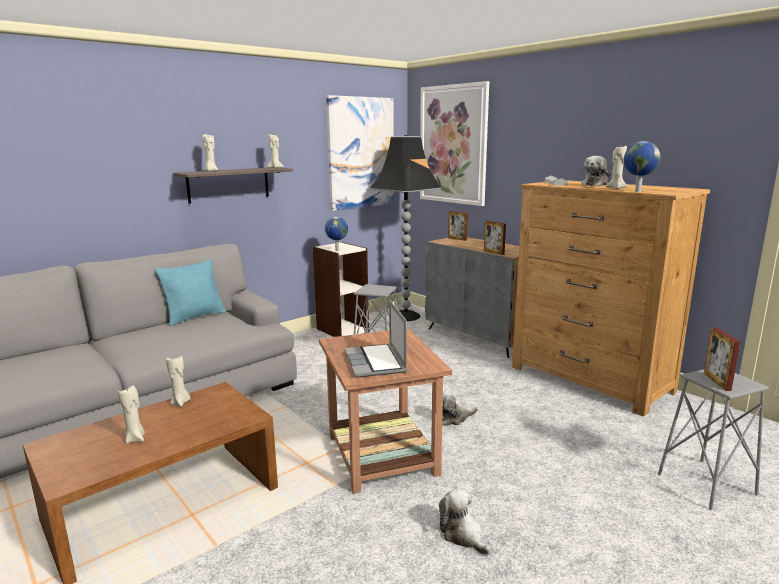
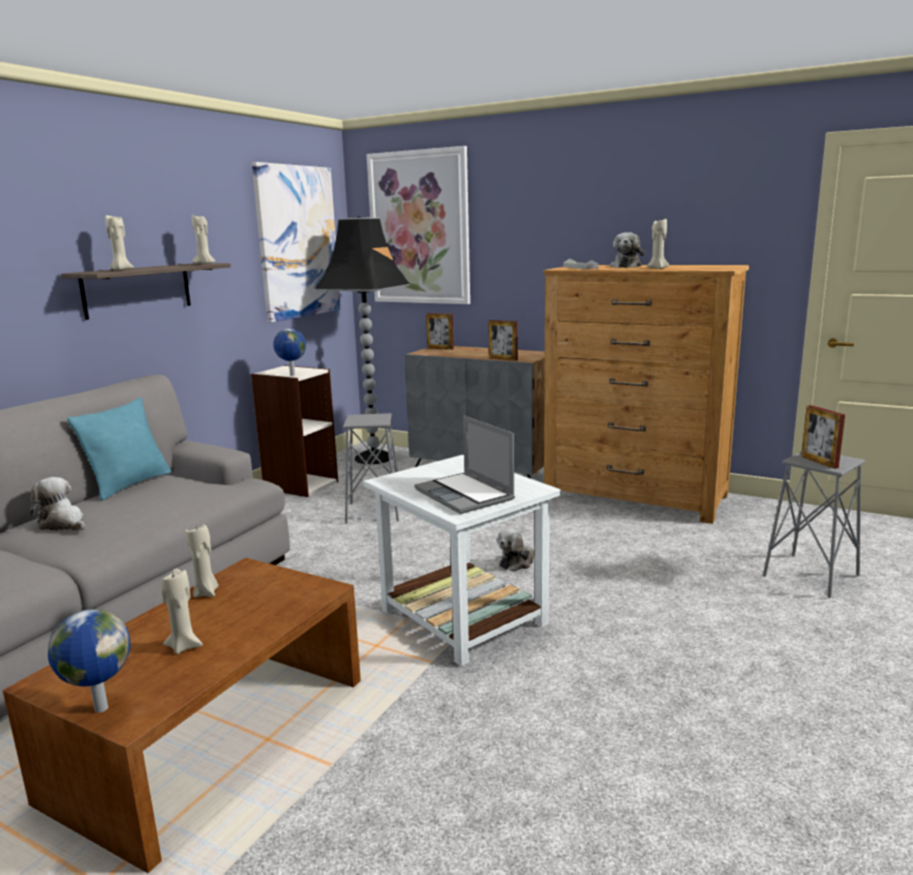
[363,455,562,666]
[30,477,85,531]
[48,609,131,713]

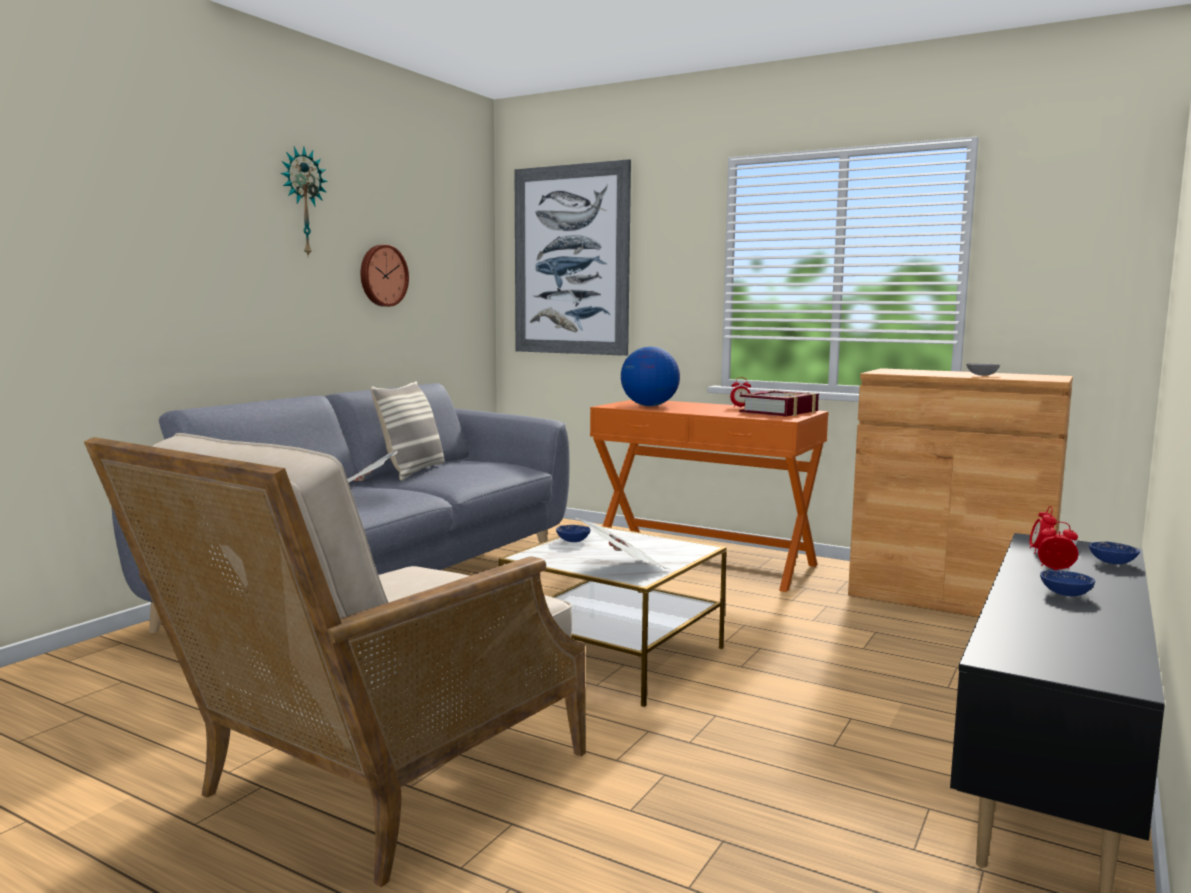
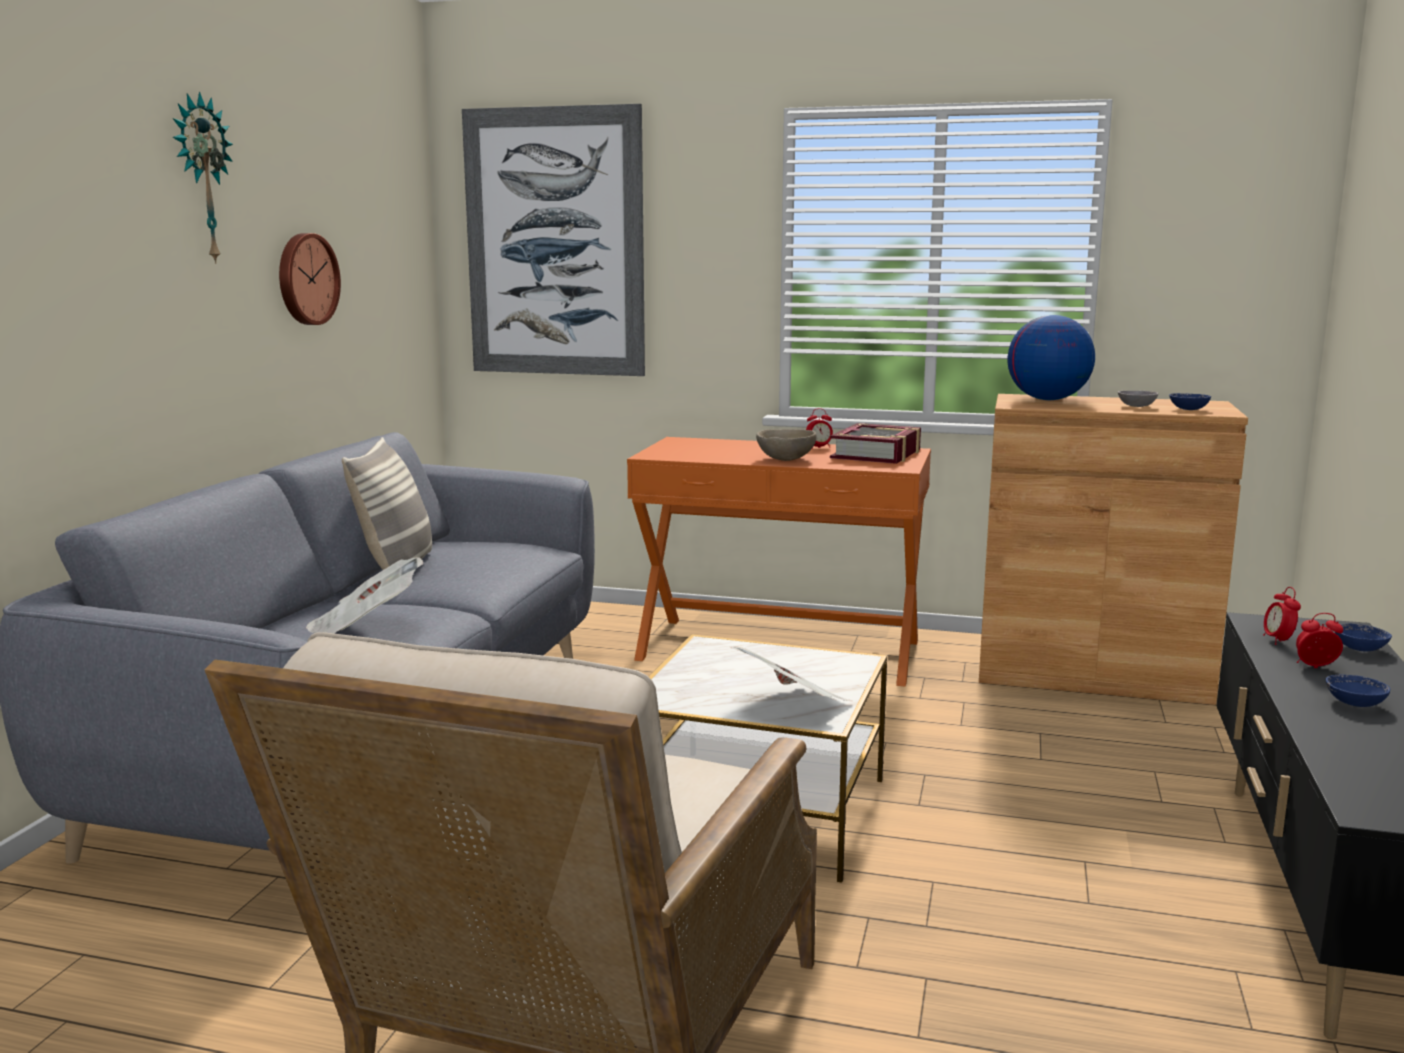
[1169,393,1211,410]
[1008,315,1095,400]
[756,429,817,461]

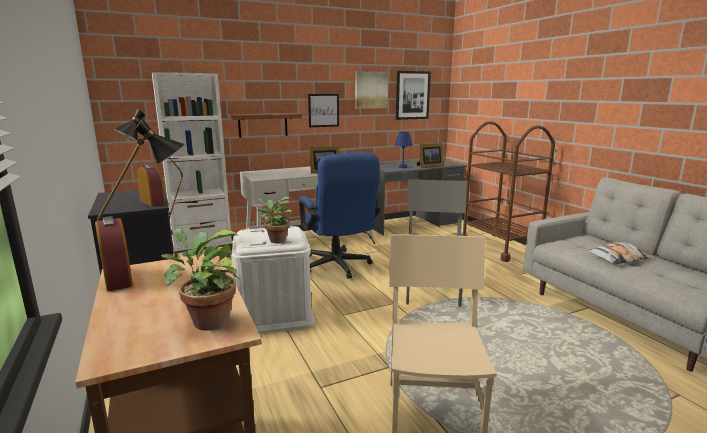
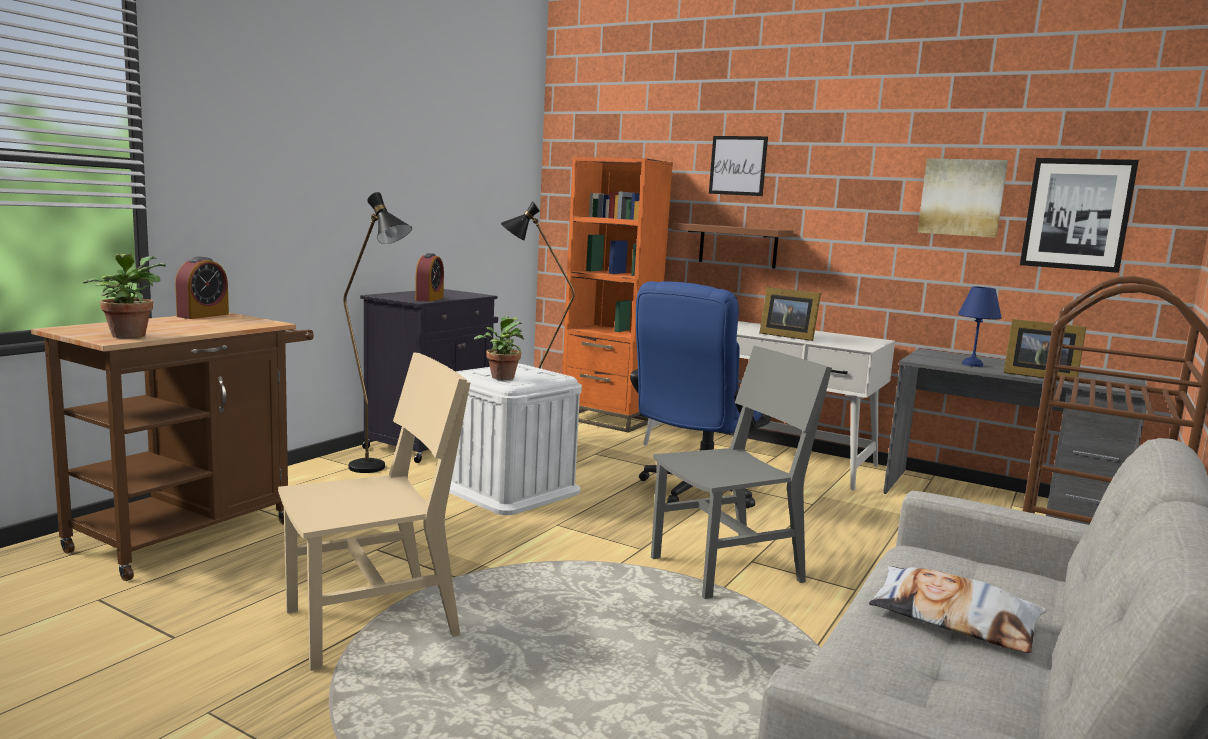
[562,157,673,433]
[709,136,768,196]

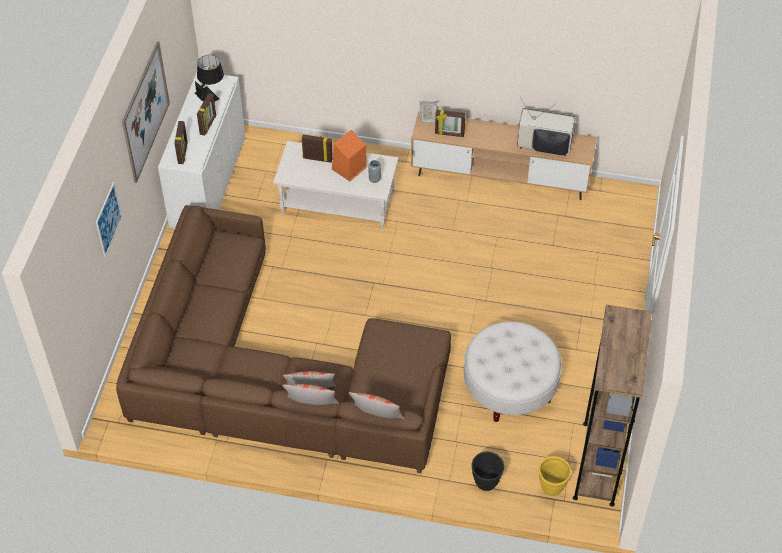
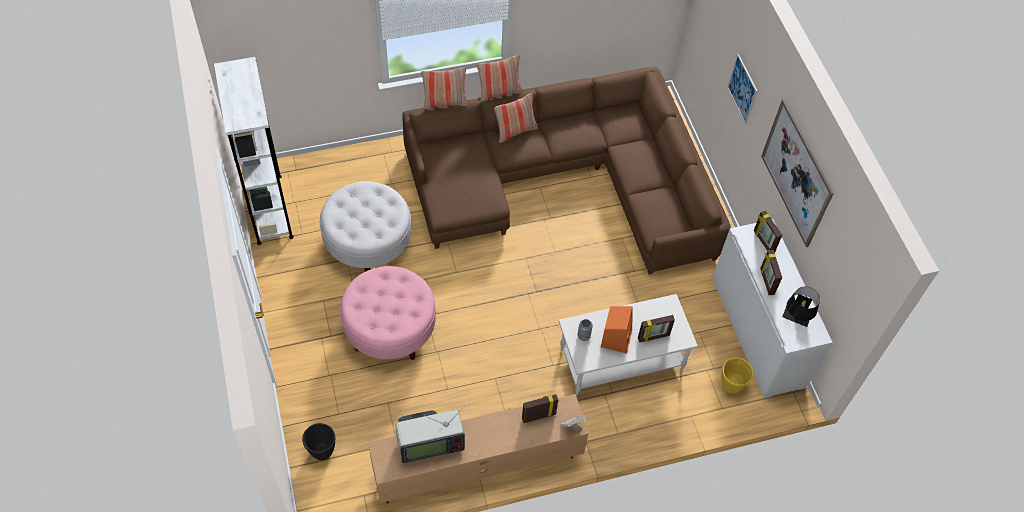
[302,423,335,460]
[721,357,753,393]
[214,57,294,245]
[340,266,436,360]

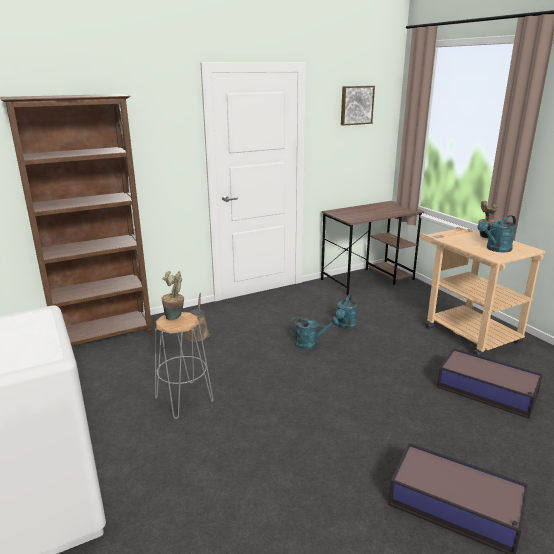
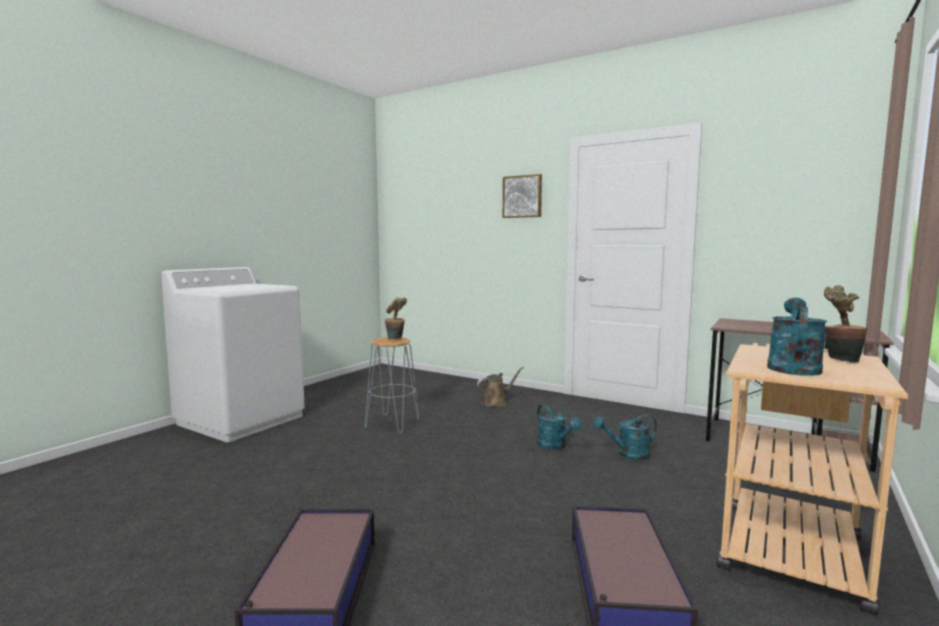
[0,94,153,346] (first image)
[503,174,542,218]
[767,298,827,376]

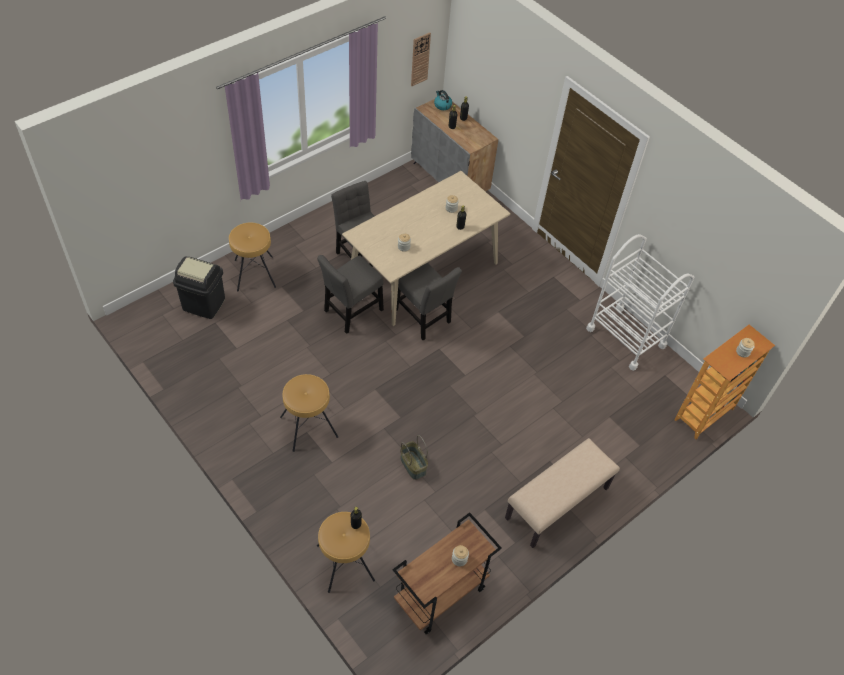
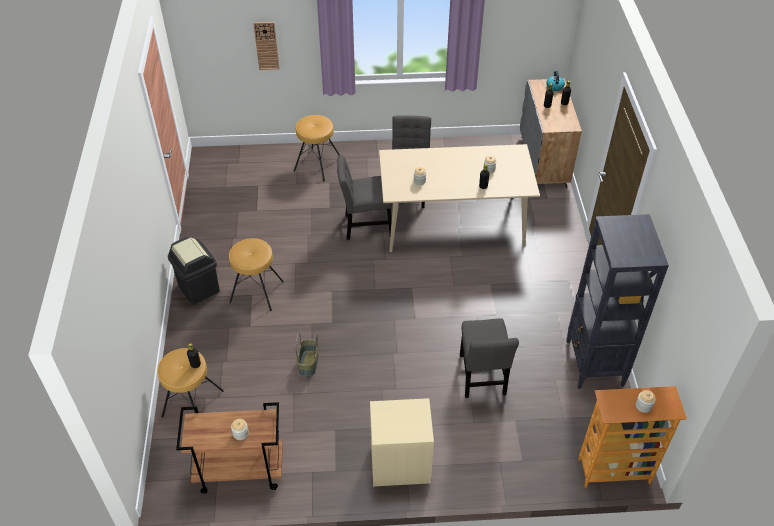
[168,236,220,305]
[460,318,519,398]
[253,22,279,70]
[370,398,434,486]
[566,214,669,389]

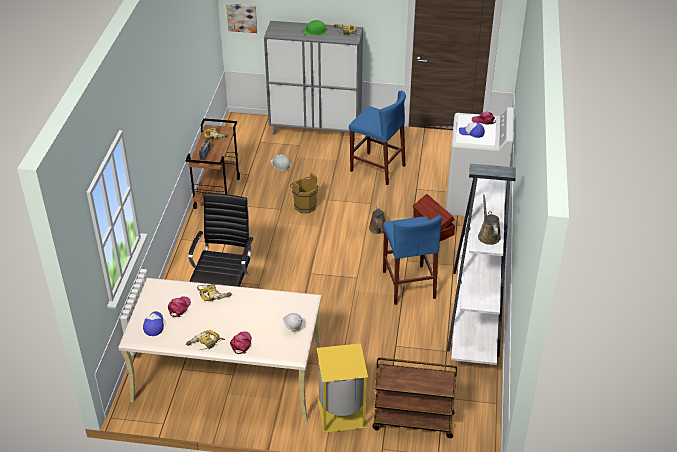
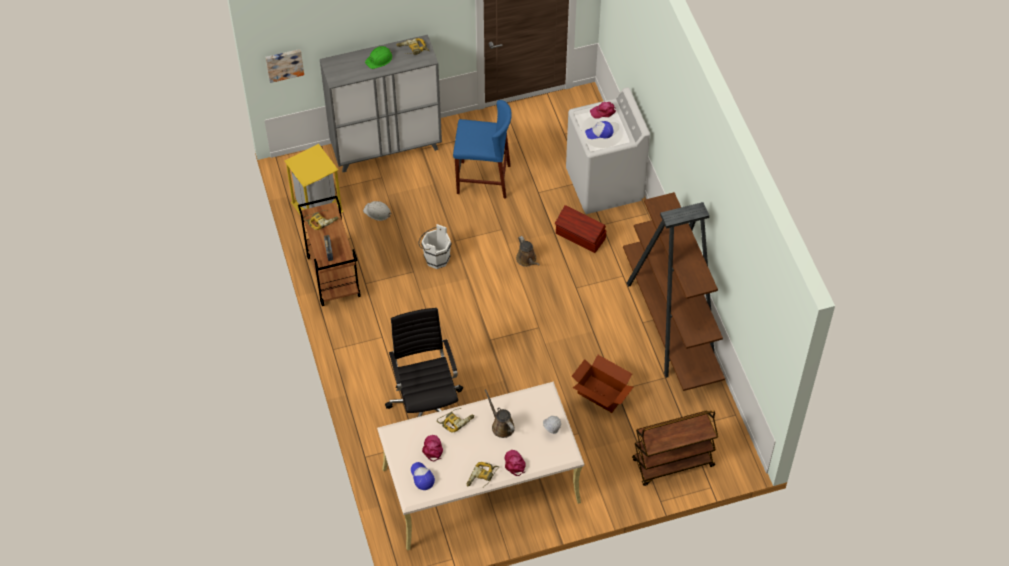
[418,224,452,269]
[284,144,344,220]
[383,215,442,305] (first image)
[623,192,725,391]
[485,389,515,438]
[572,355,633,413]

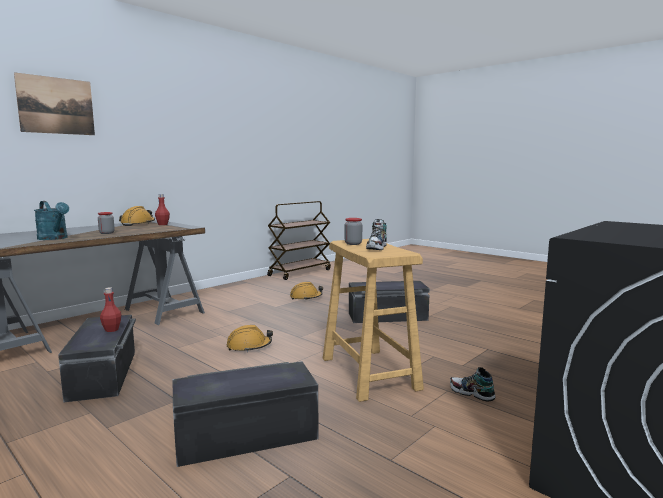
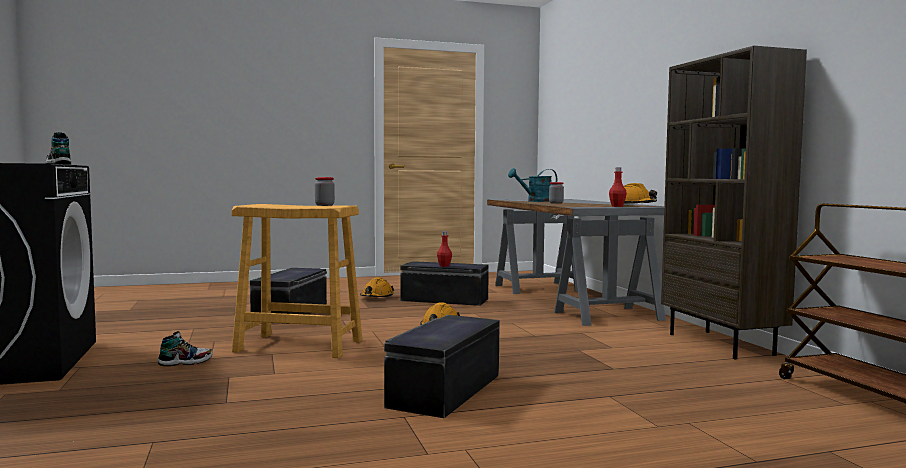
[14,72,95,135] (first image)
[360,278,394,297]
[46,132,71,165]
[661,46,807,359]

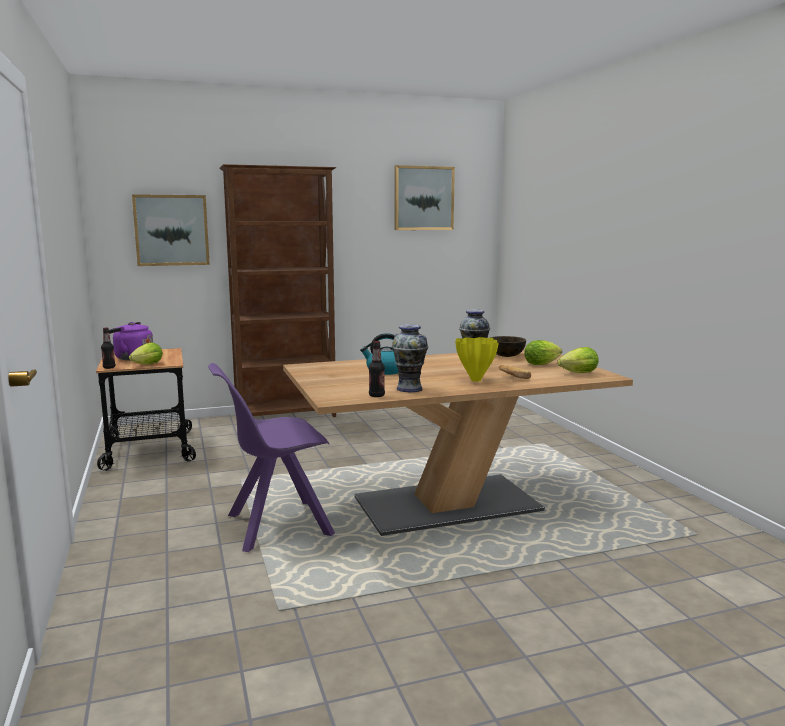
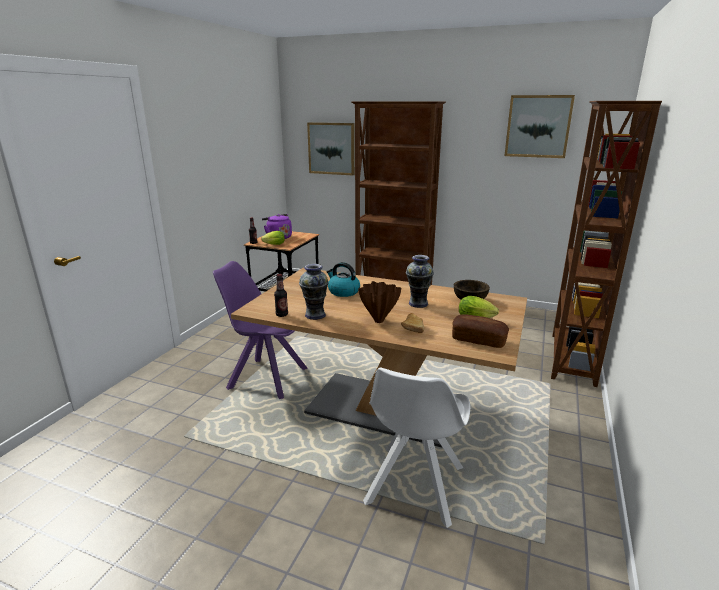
[358,281,401,323]
[452,314,509,348]
[363,367,470,528]
[551,101,662,387]

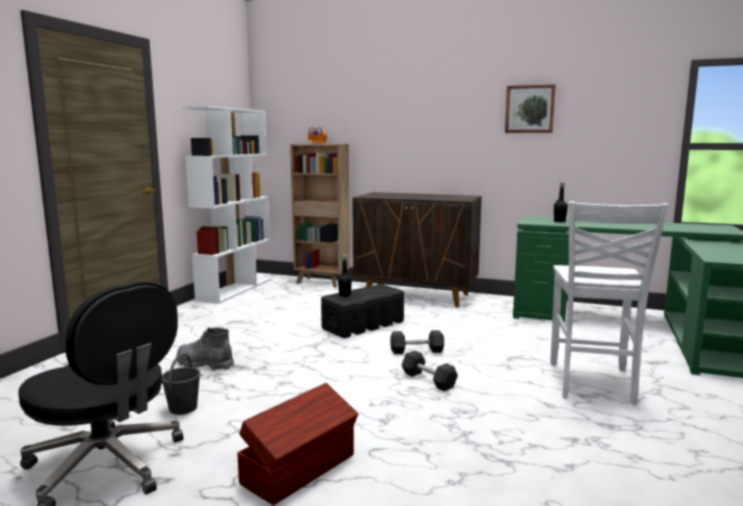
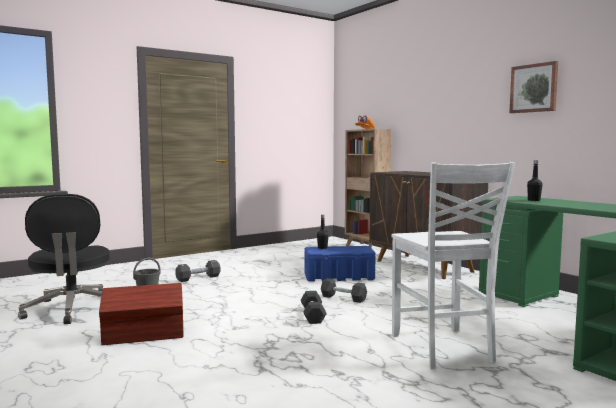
[175,260,221,282]
[182,106,272,304] (first image)
[305,246,376,282]
[392,162,515,369]

